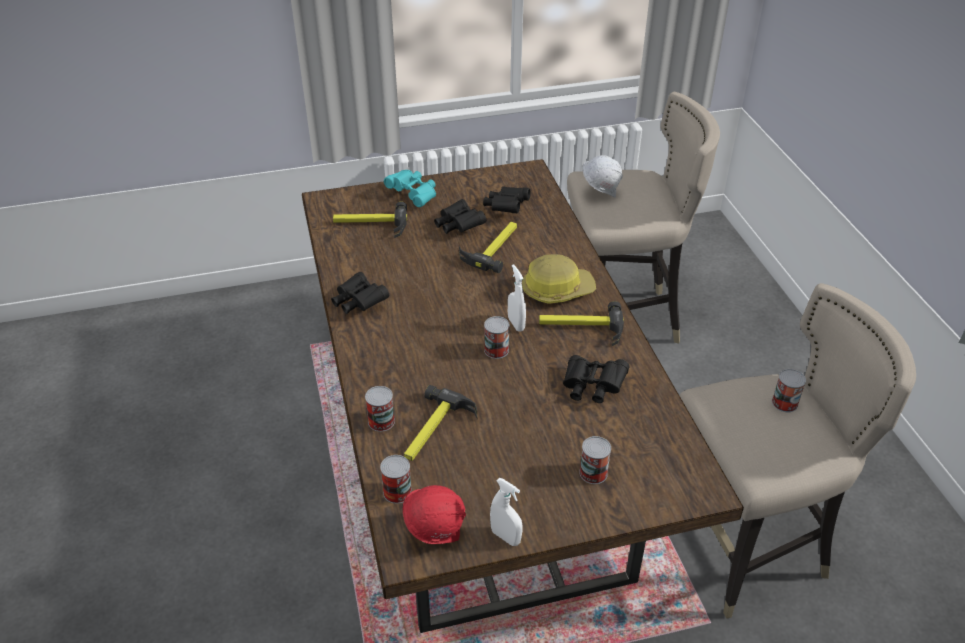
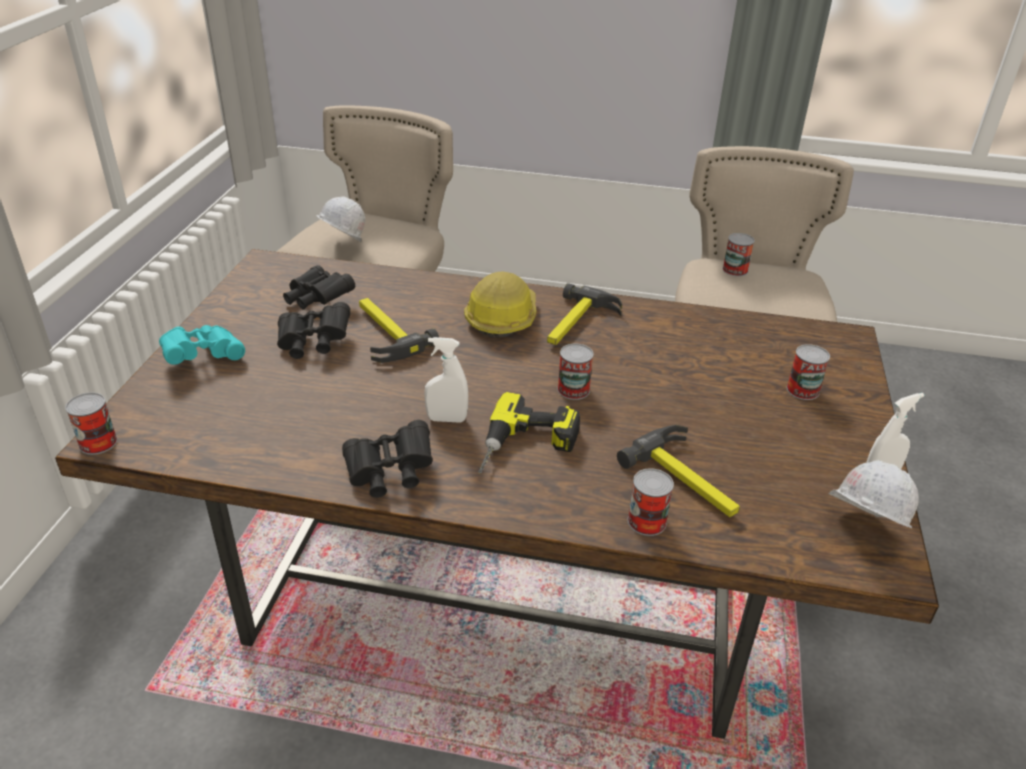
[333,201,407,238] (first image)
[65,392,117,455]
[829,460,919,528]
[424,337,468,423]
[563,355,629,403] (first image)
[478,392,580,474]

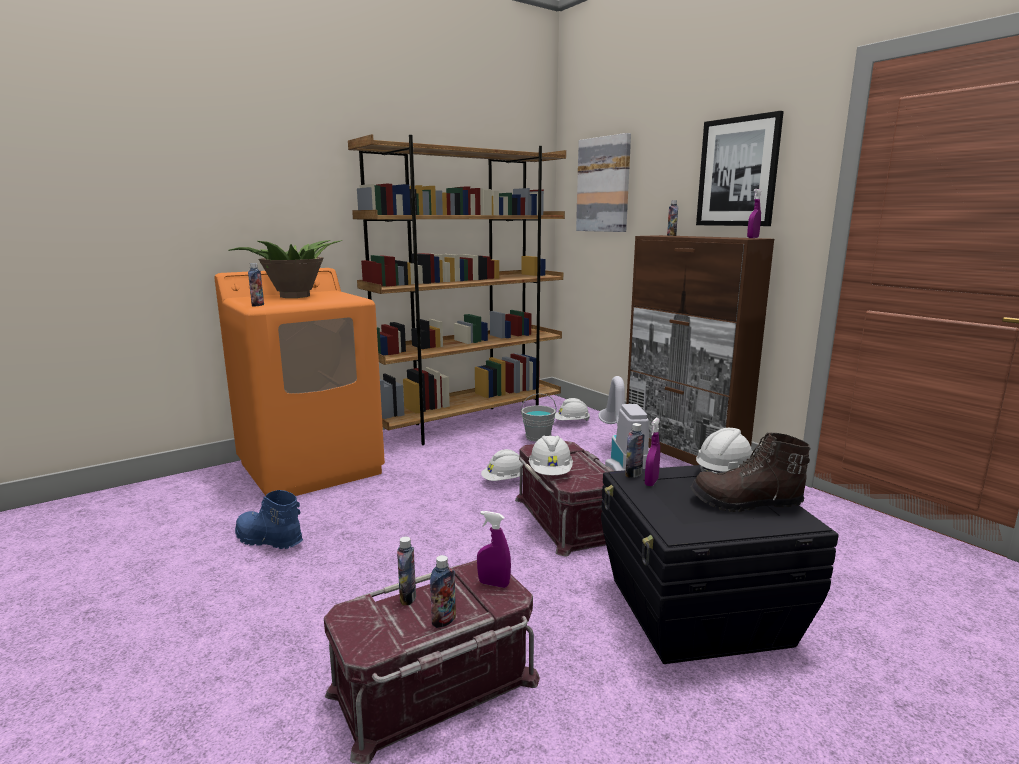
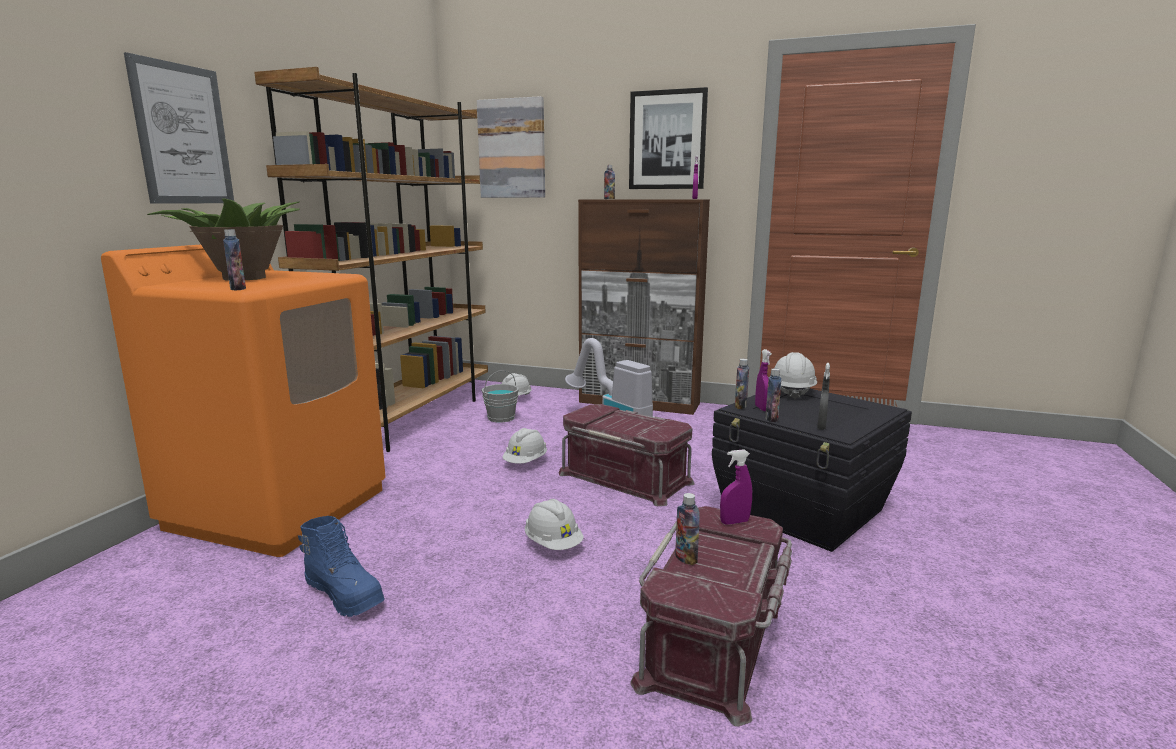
[298,516,385,617]
[765,368,782,422]
[525,499,584,550]
[691,432,811,512] (first image)
[124,52,234,204]
[817,363,830,430]

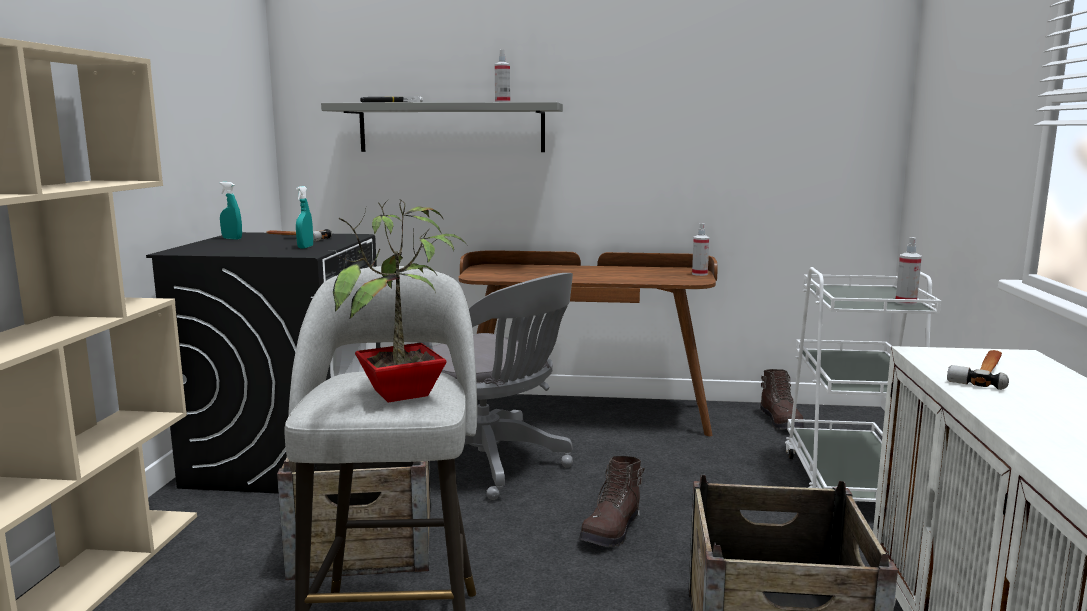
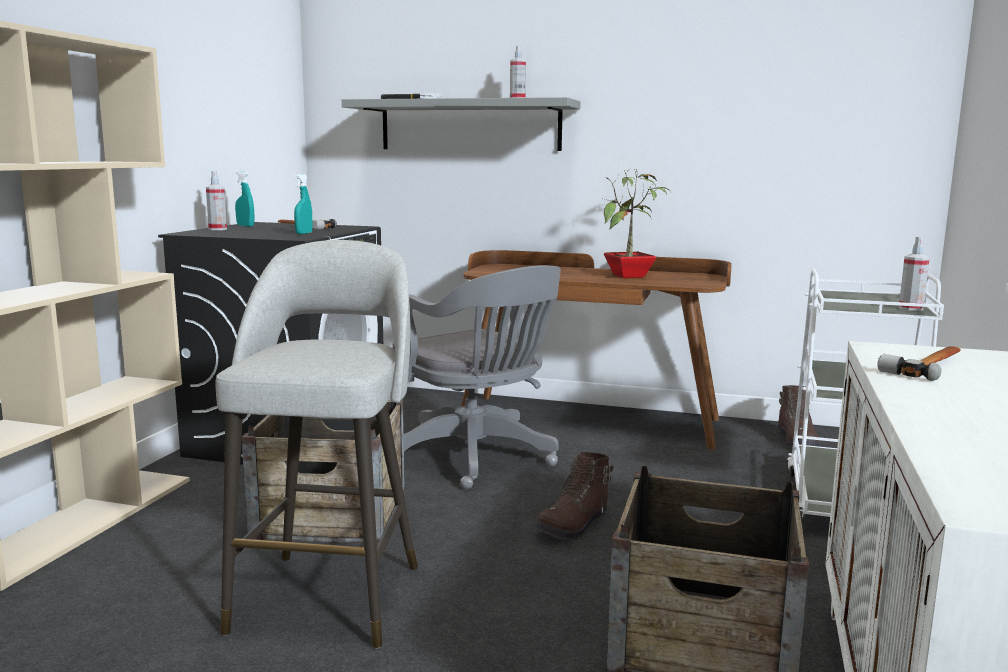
[601,169,671,278]
[206,171,227,230]

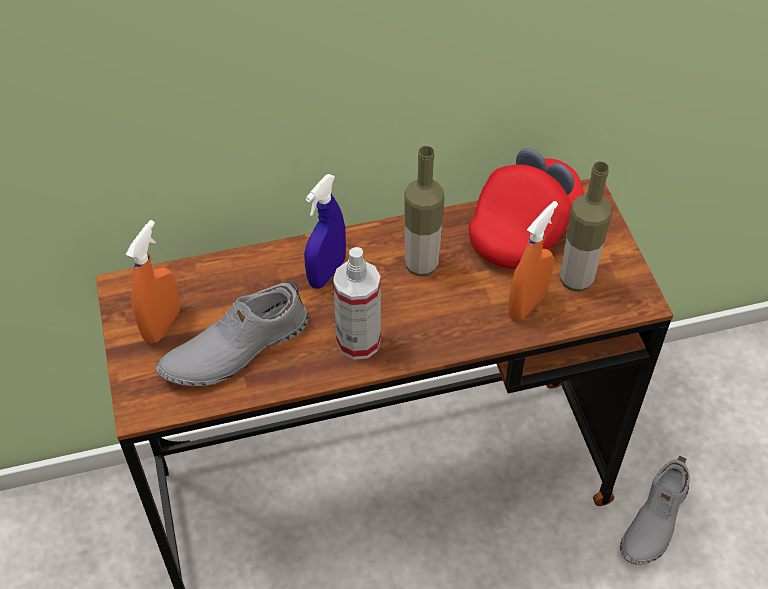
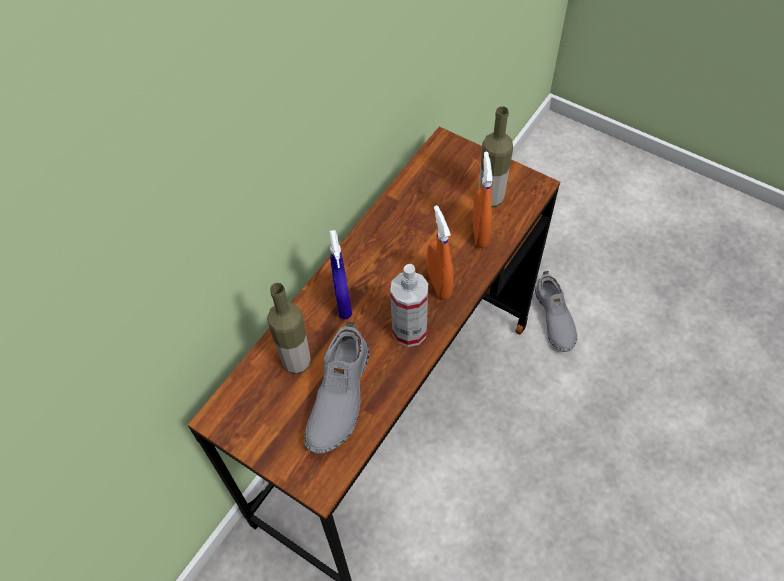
[427,205,453,300]
[267,282,311,374]
[469,148,584,269] (first image)

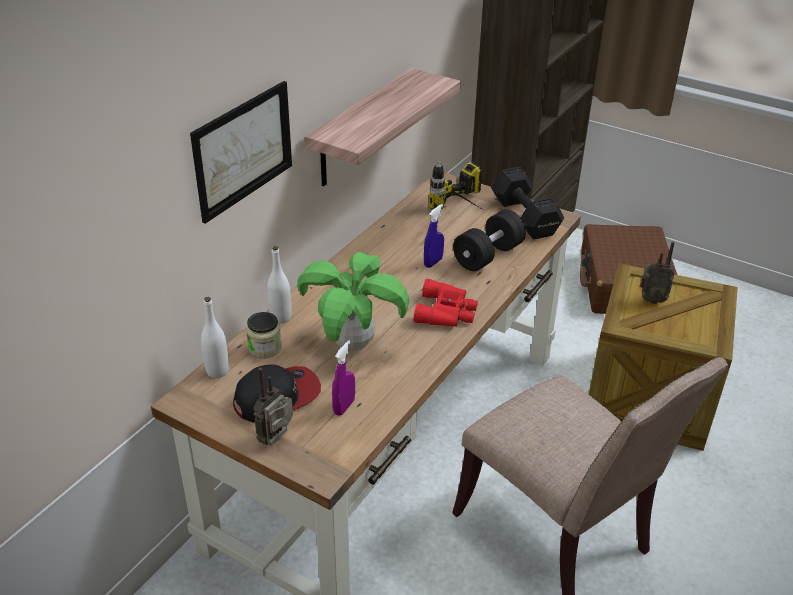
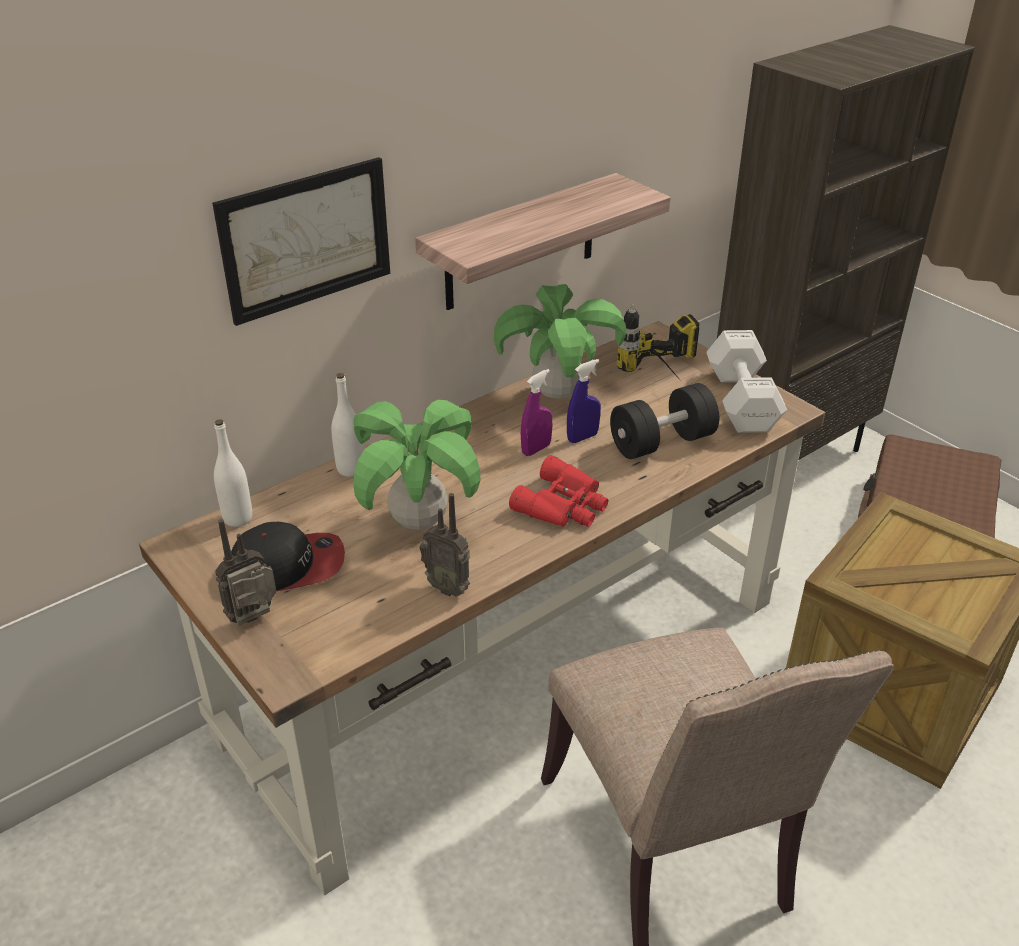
[246,312,282,358] (first image)
[521,369,552,456]
[706,330,787,433]
[420,493,470,597]
[494,284,626,399]

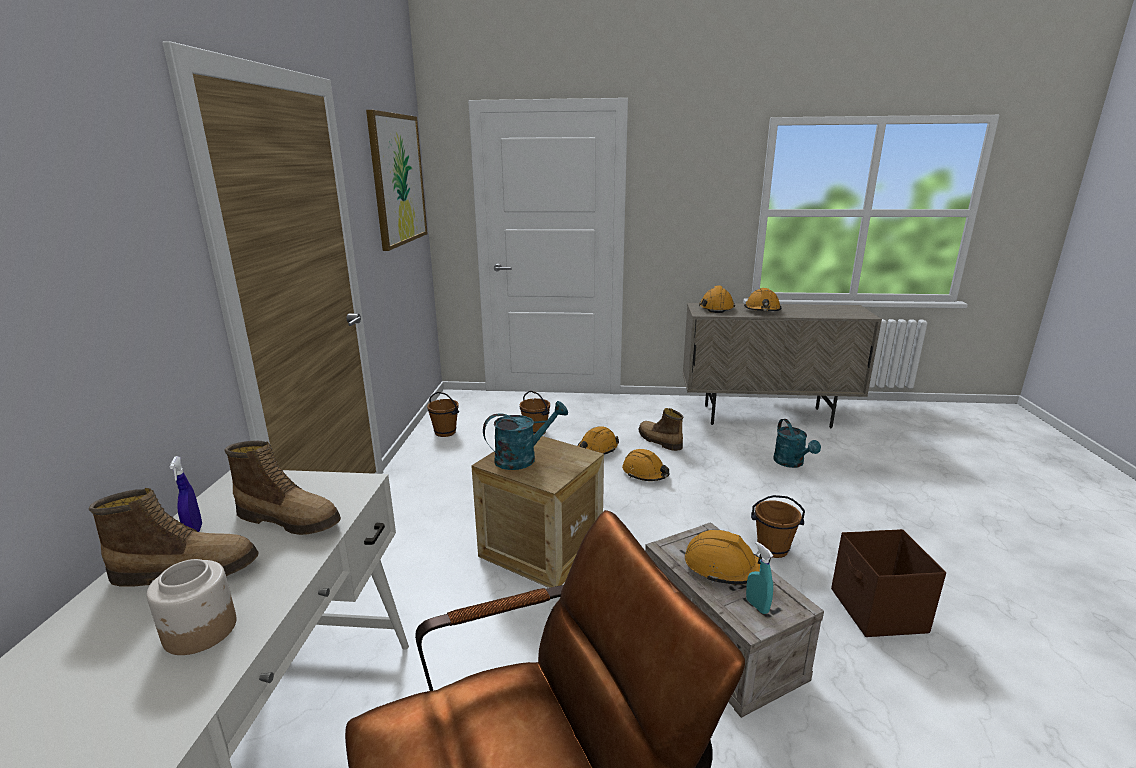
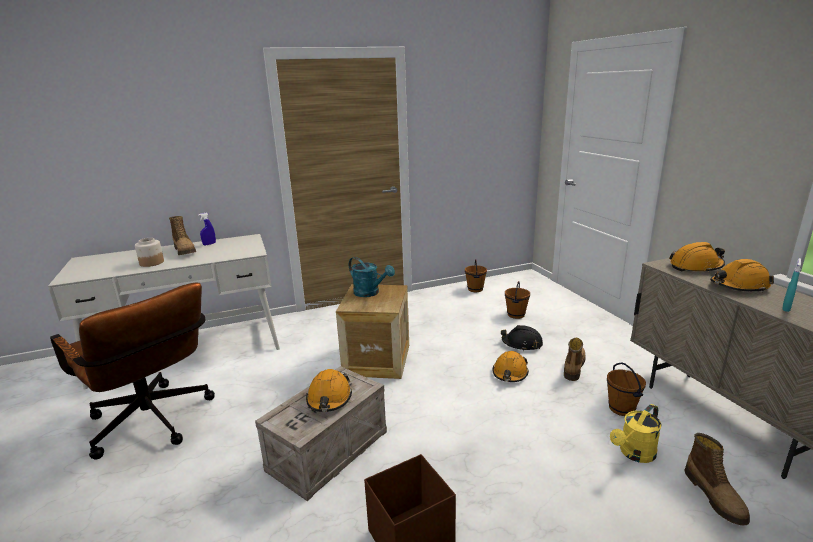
[684,433,750,525]
[366,110,428,251] (first image)
[501,325,543,351]
[782,258,801,312]
[607,363,646,416]
[610,404,662,463]

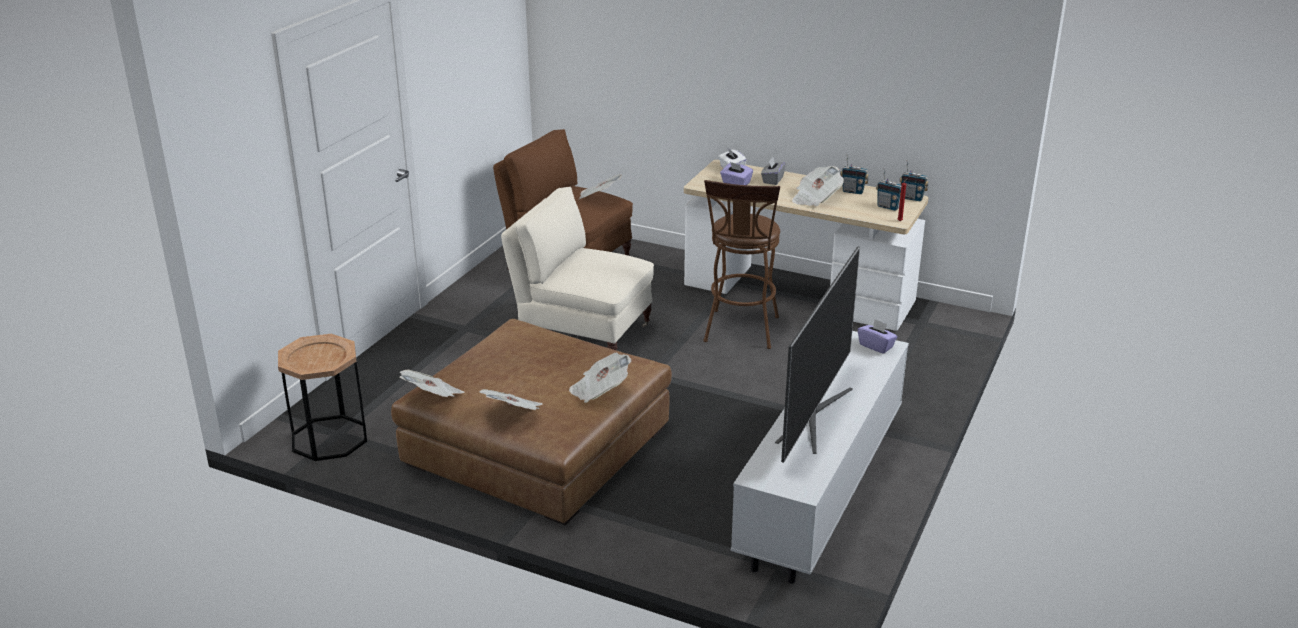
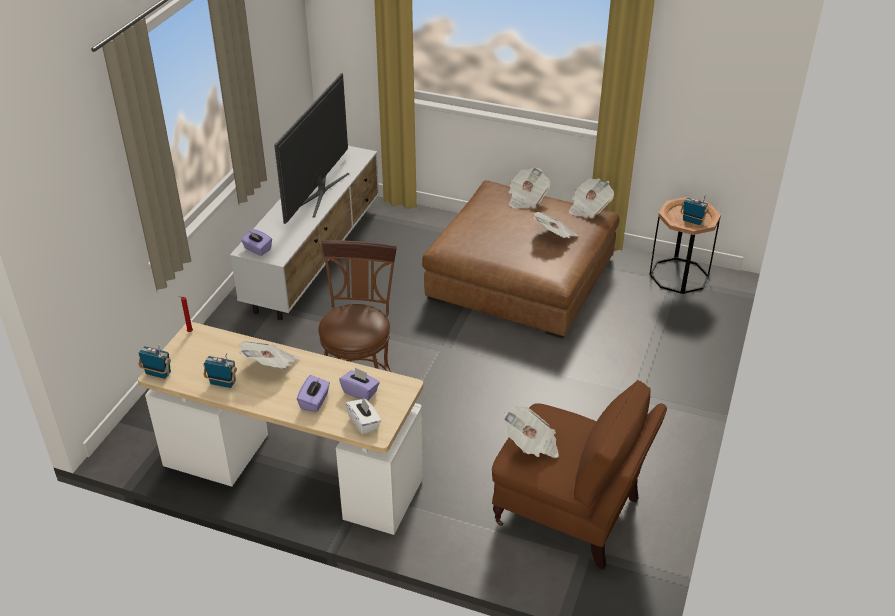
[501,187,654,350] (first image)
[533,212,578,238]
[297,375,330,412]
[681,195,708,225]

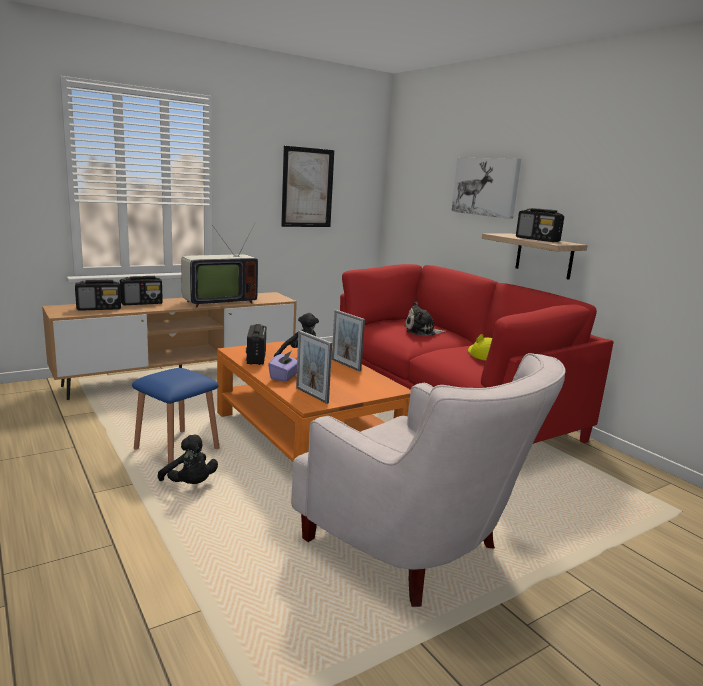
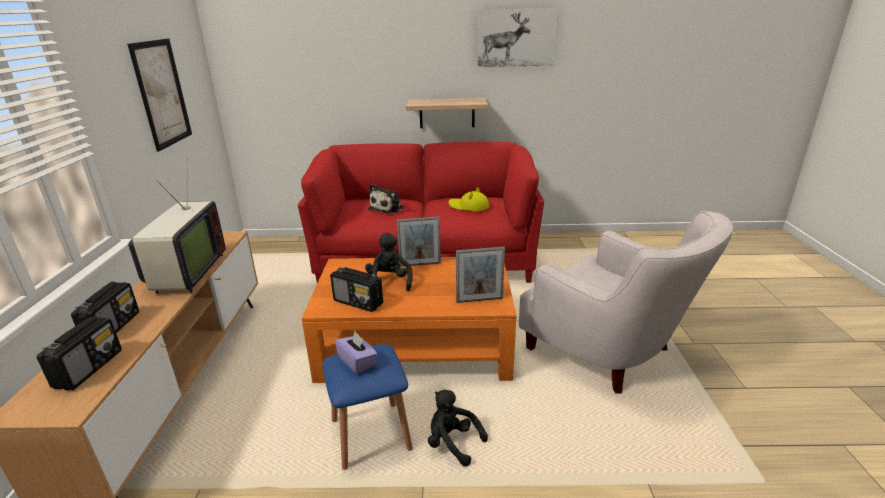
[428,390,488,466]
[335,331,378,374]
[519,211,733,394]
[478,8,558,67]
[516,208,564,242] (first image)

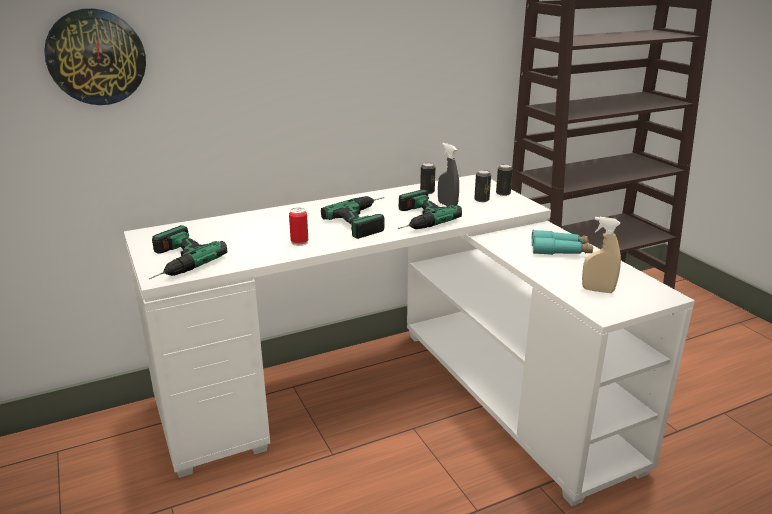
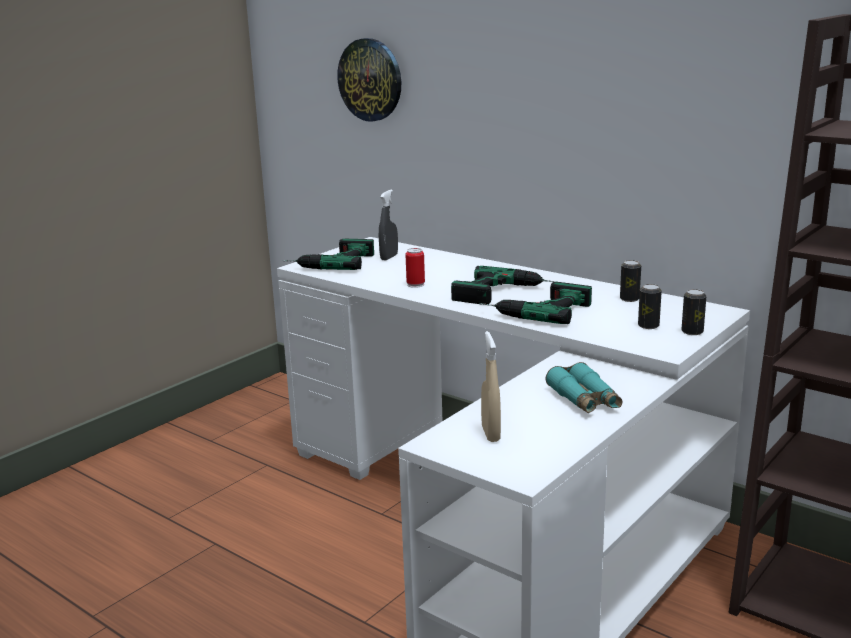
[379,190,398,260]

